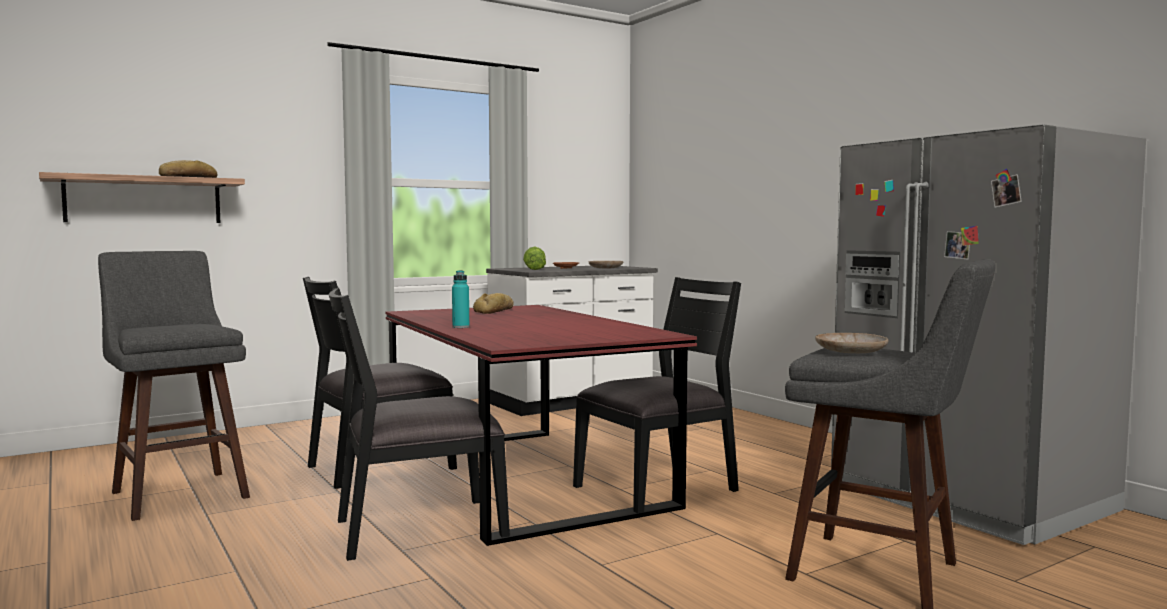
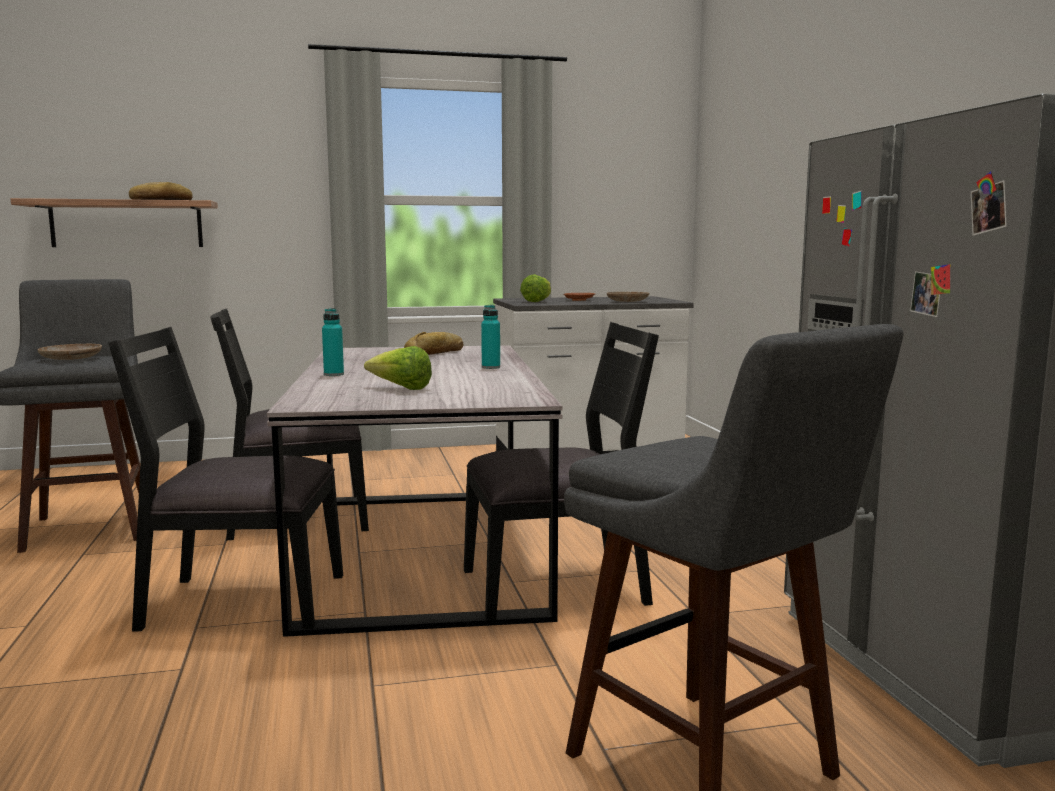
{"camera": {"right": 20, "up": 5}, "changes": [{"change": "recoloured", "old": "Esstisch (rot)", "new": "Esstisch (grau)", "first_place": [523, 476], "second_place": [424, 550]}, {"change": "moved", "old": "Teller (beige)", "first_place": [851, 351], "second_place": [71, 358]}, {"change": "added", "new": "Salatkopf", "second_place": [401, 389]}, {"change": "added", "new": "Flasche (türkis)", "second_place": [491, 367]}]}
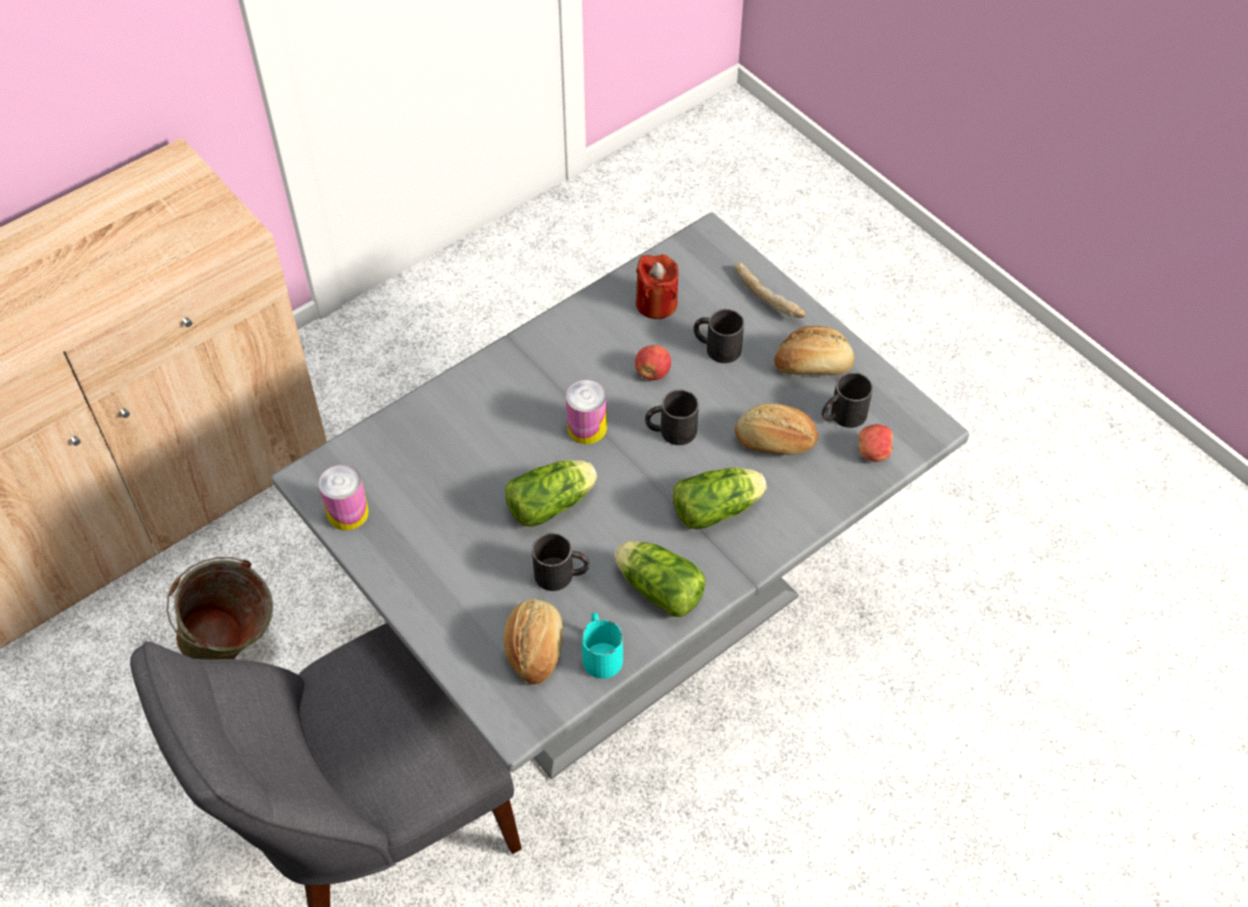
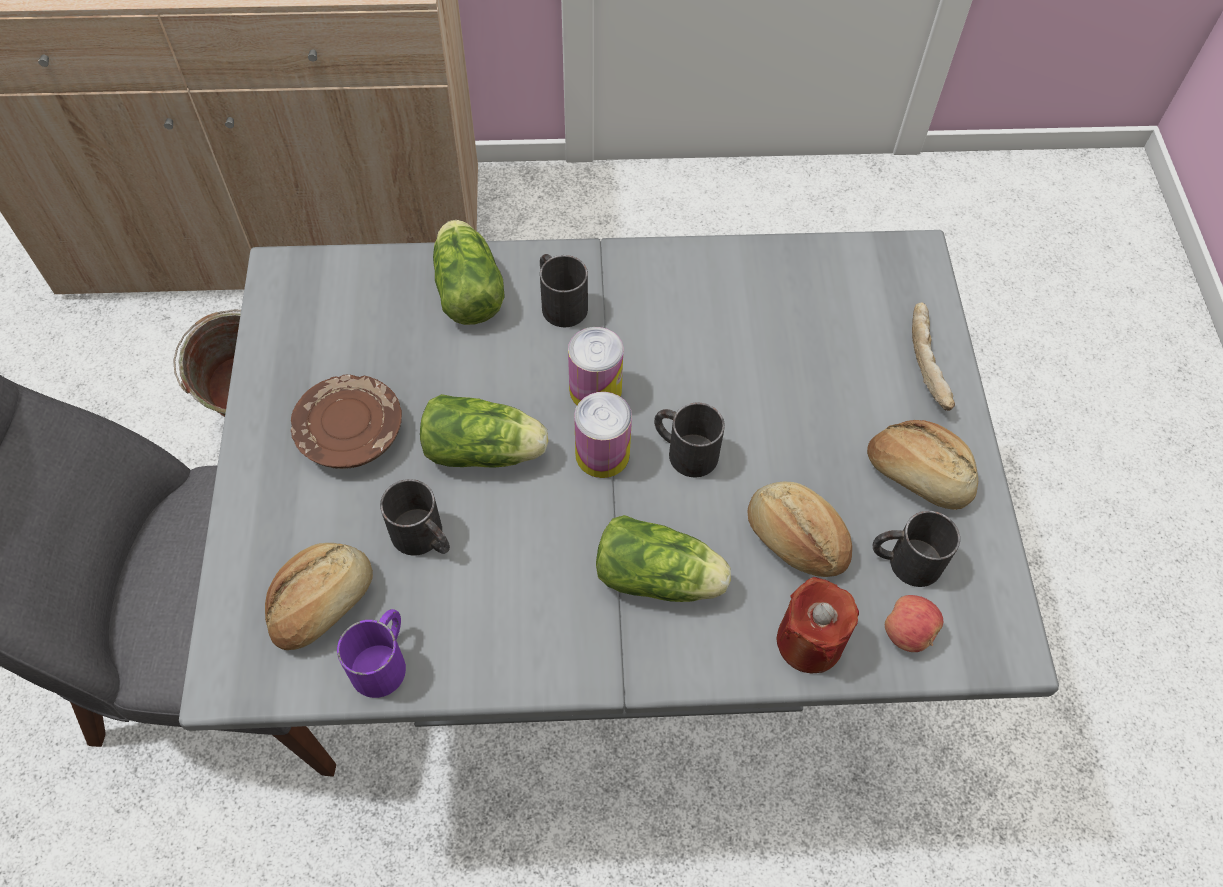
{"camera": {"right": 35, "up": 5}, "changes": [{"change": "moved", "old": "Dose", "first_place": [348, 513], "second_place": [602, 454]}, {"change": "recoloured", "old": "Henkelbecher (türkis)", "new": "Henkelbecher (lila)", "first_place": [600, 652], "second_place": [383, 659]}, {"change": "moved", "old": "Salatkopf", "first_place": [657, 587], "second_place": [467, 287]}, {"change": "removed", "old": "Apfel", "first_place": [652, 373]}, {"change": "moved", "old": "Kerze (rot)", "first_place": [656, 303], "second_place": [809, 641]}, {"change": "moved", "old": "Henkelbecher (schwarz)", "first_place": [716, 347], "second_place": [559, 301]}, {"change": "added", "new": "Teller (braun)", "second_place": [350, 432]}]}
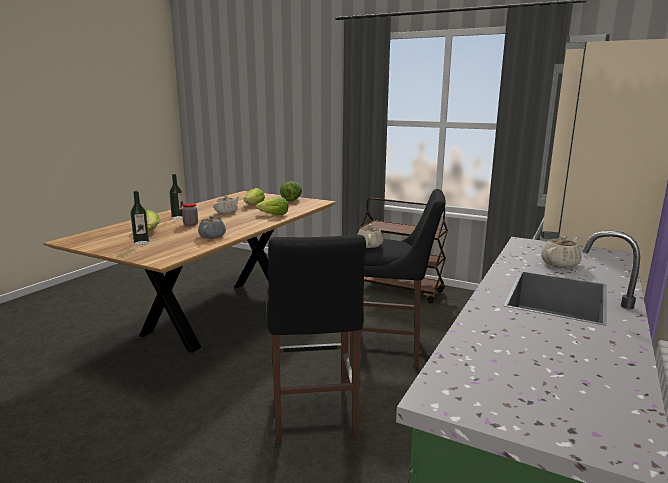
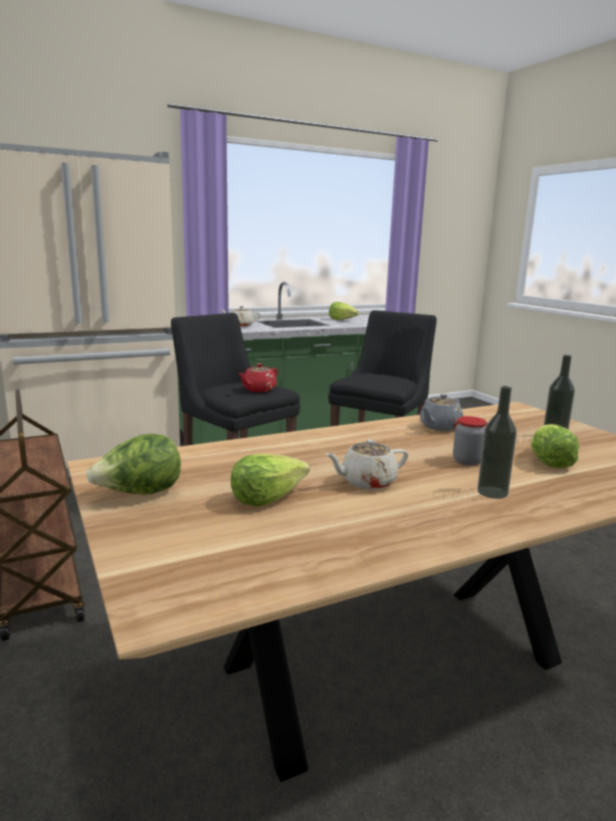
{"camera": {"right": -145, "up": 0}, "changes": [{"change": "moved", "old": "Salatkopf", "first_place": [274, 215], "second_place": [342, 320]}, {"change": "recoloured", "old": "Teekanne (beige)", "new": "Teekanne (rot)", "first_place": [369, 245], "second_place": [258, 389]}]}
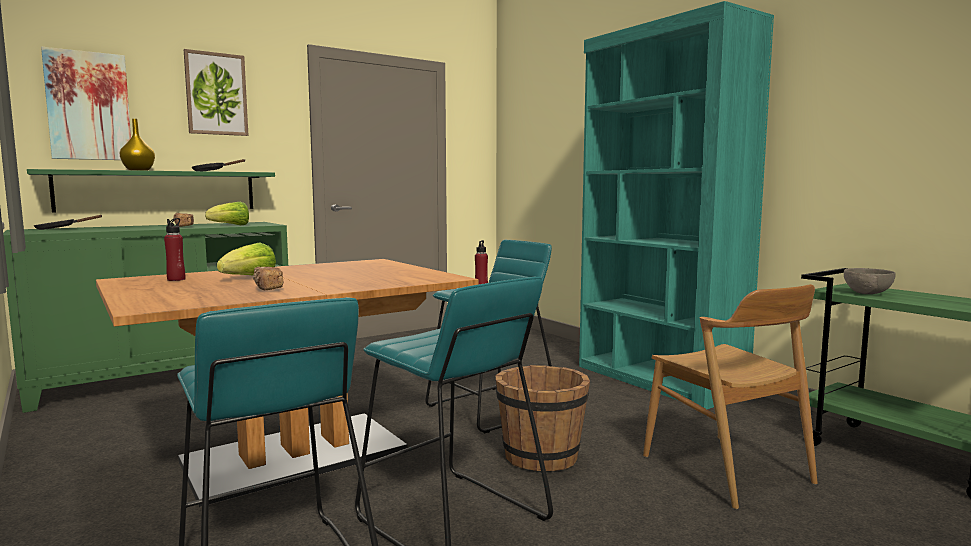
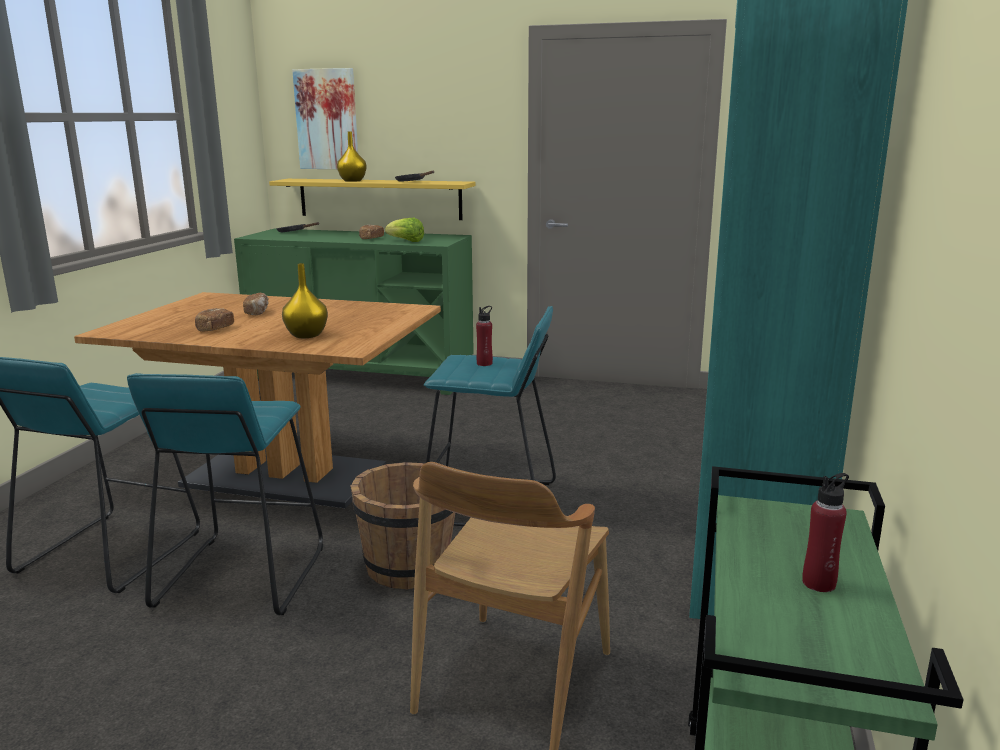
{"camera": {"right": 50, "up": 10}, "changes": [{"change": "recoloured", "old": "Wandregal (grün)", "new": "Wandregal (gelb)", "first_place": [159, 191], "second_place": [379, 199]}, {"change": "moved", "old": "Flasche (rot)", "first_place": [176, 279], "second_place": [819, 583]}, {"change": "removed", "old": "Bild", "first_place": [216, 94]}, {"change": "replaced", "old": "Salatkopf", "new": "Brot", "first_place": [250, 278], "second_place": [257, 312]}, {"change": "removed", "old": "Schüssel (grau)", "first_place": [866, 293]}, {"change": "added", "new": "Vase (gelb)", "second_place": [307, 335]}]}
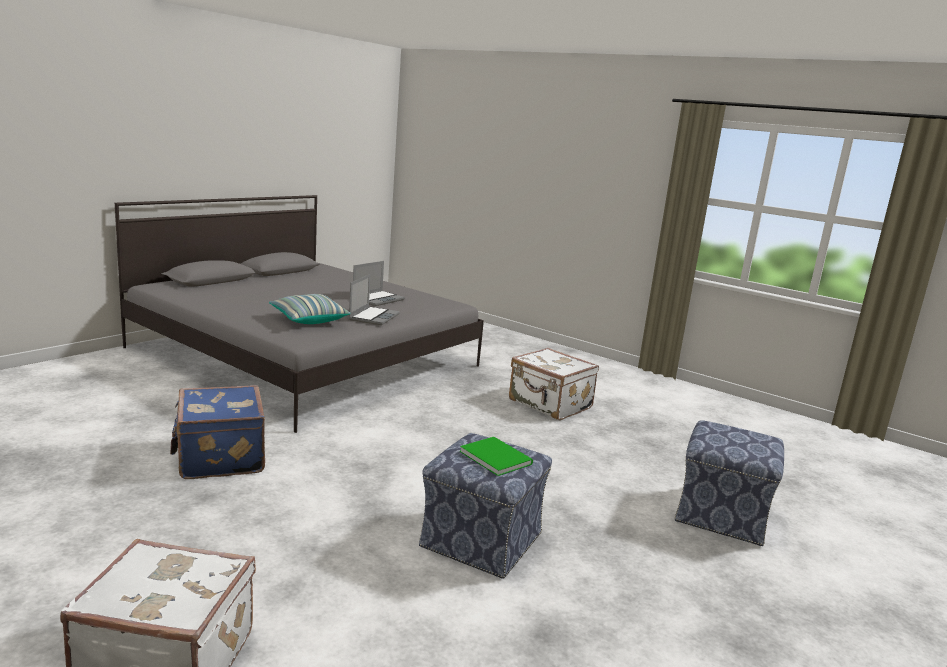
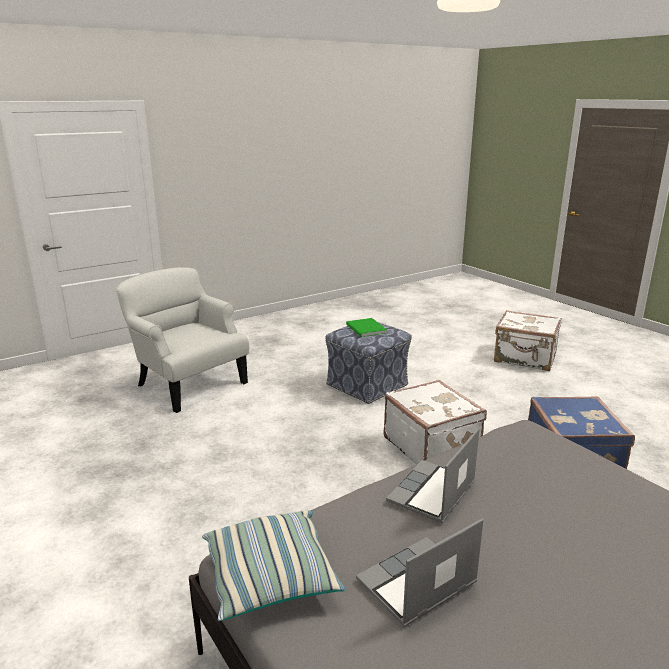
{"camera": {"right": -160, "up": 5}, "changes": [{"change": "moved", "old": "Kissen", "first_place": [308, 319], "second_place": [271, 578]}, {"change": "moved", "old": "Koffer (weiß)", "first_place": [549, 404], "second_place": [432, 447]}, {"change": "replaced", "old": "Polsterhocker", "new": "Sessel (weiß)", "first_place": [721, 515], "second_place": [188, 384]}]}
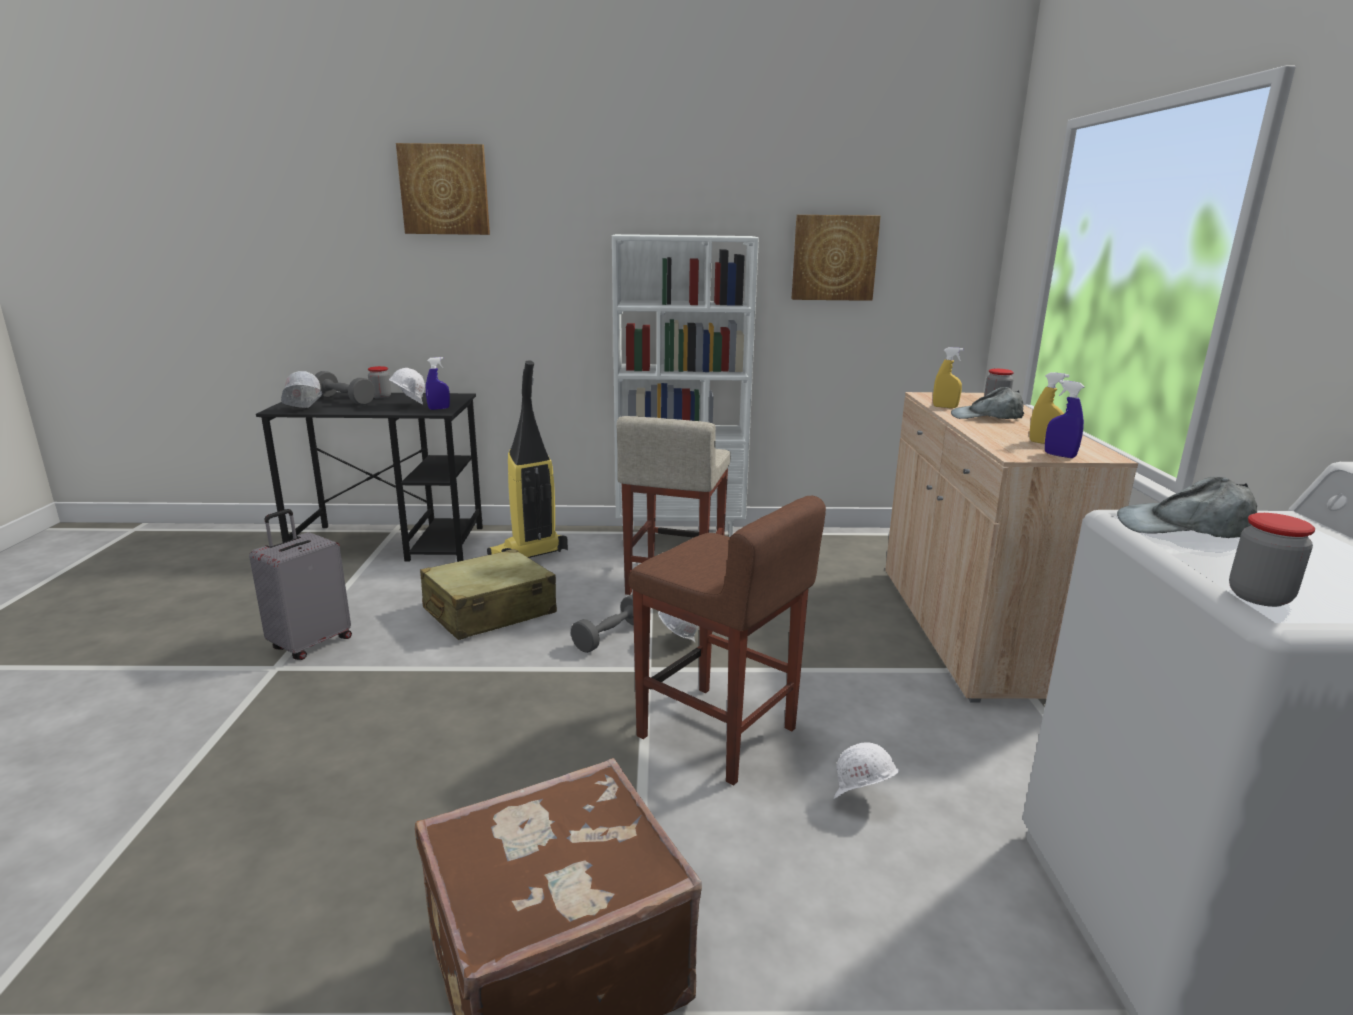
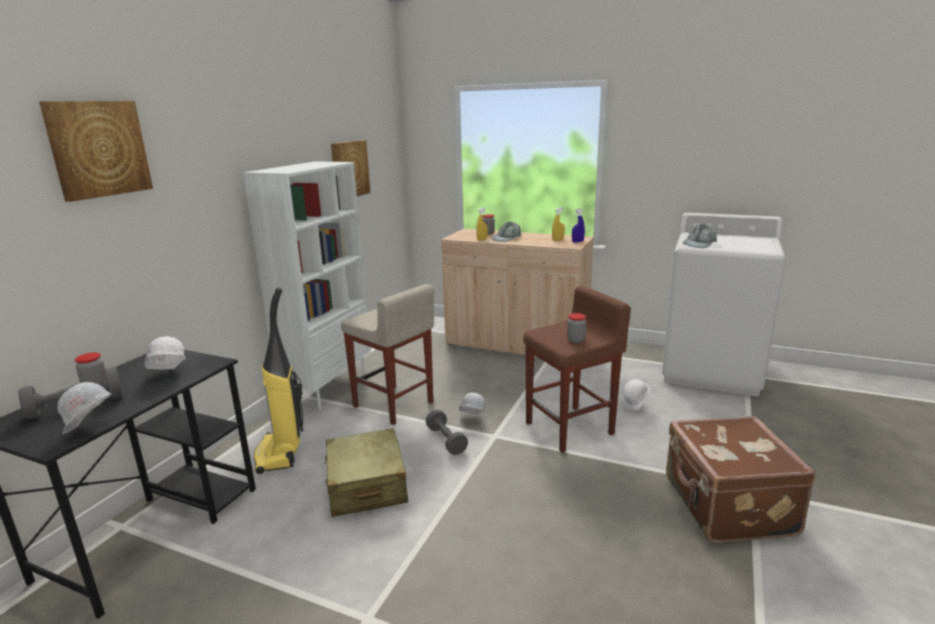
{"camera": {"right": -65, "up": 0}, "changes": [{"change": "removed", "old": "Koffer (grau)", "first_place": [310, 643]}, {"change": "removed", "old": "Sprühflasche (blau)", "first_place": [439, 409]}, {"change": "moved", "old": "Vorratsglas", "first_place": [1259, 597], "second_place": [576, 340]}]}
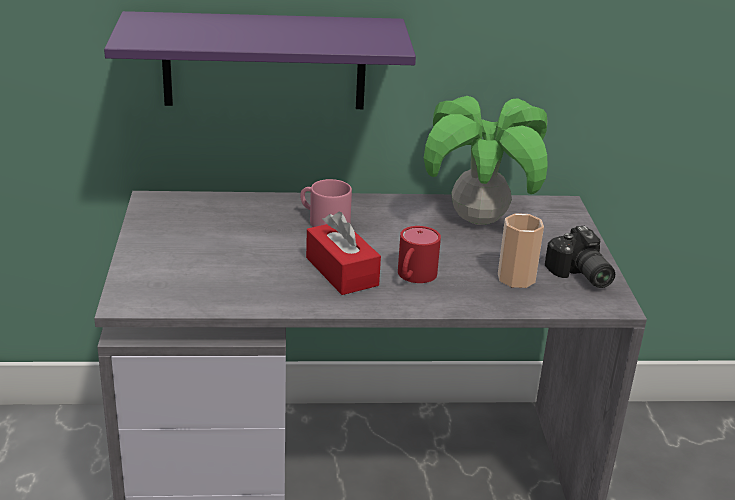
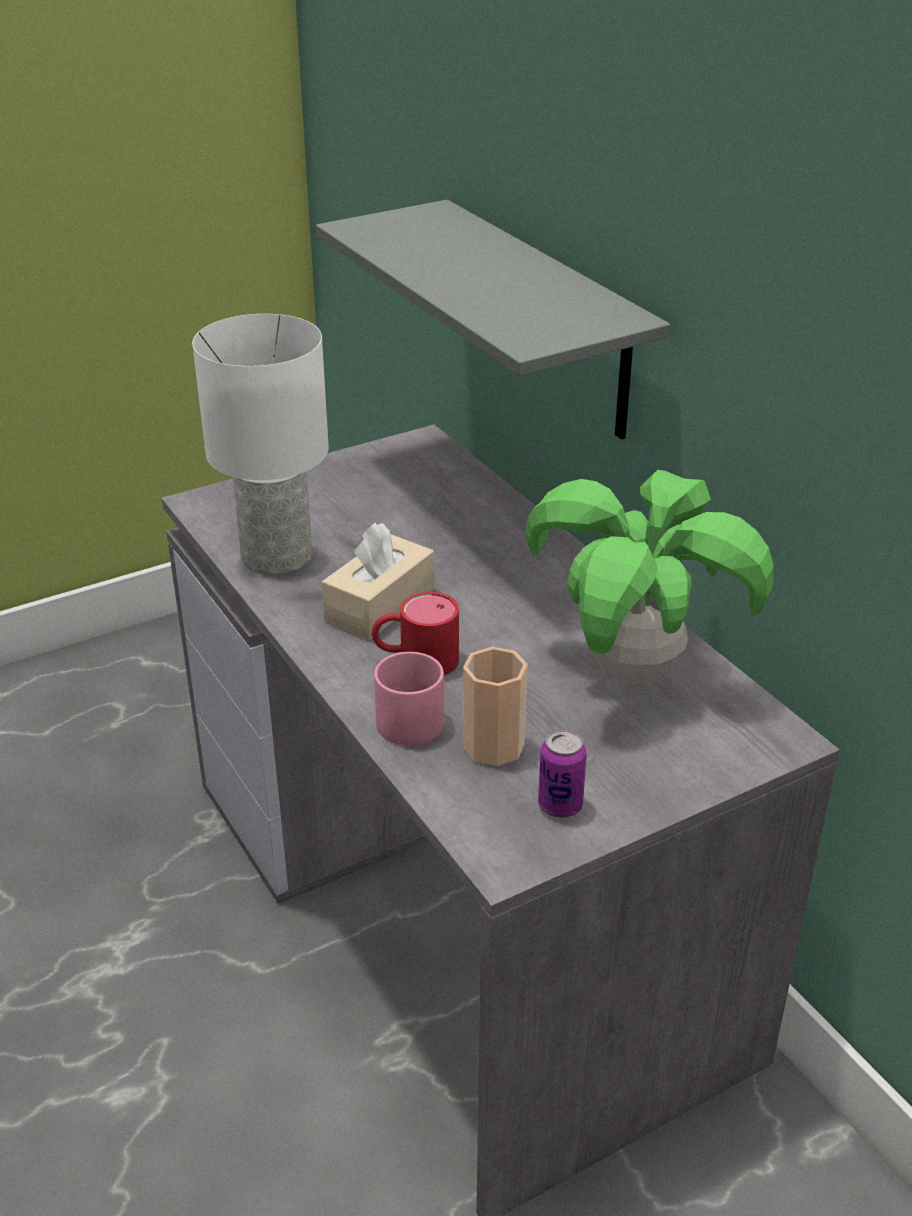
{"camera": {"right": 65, "up": 5}, "changes": [{"change": "recoloured", "old": "Wandregal (lila)", "new": "Wandregal (grau)", "first_place": [264, 61], "second_place": [545, 320]}, {"change": "moved", "old": "Henkelbecher (rosa)", "first_place": [323, 221], "second_place": [410, 716]}, {"change": "recoloured", "old": "Taschentuchbox (rot)", "new": "Taschentuchbox (beige)", "first_place": [341, 271], "second_place": [380, 605]}, {"change": "replaced", "old": "Kamera", "new": "Dose", "first_place": [579, 275], "second_place": [560, 805]}, {"change": "added", "new": "Tischlampe (weiß)", "second_place": [276, 556]}]}
